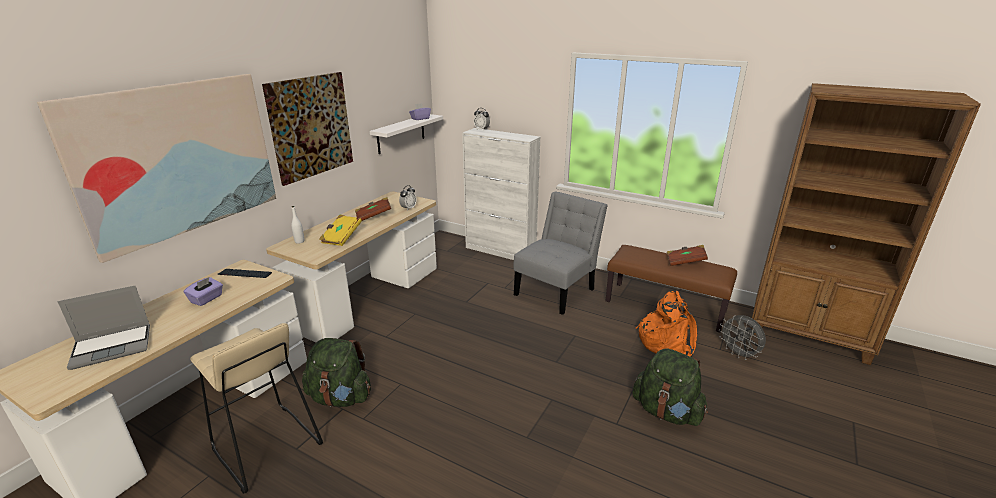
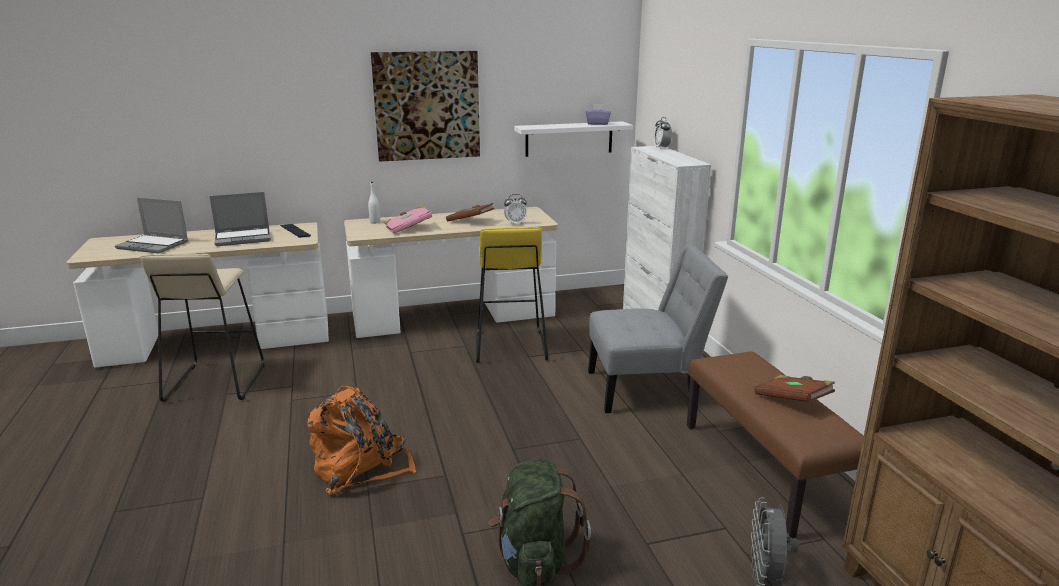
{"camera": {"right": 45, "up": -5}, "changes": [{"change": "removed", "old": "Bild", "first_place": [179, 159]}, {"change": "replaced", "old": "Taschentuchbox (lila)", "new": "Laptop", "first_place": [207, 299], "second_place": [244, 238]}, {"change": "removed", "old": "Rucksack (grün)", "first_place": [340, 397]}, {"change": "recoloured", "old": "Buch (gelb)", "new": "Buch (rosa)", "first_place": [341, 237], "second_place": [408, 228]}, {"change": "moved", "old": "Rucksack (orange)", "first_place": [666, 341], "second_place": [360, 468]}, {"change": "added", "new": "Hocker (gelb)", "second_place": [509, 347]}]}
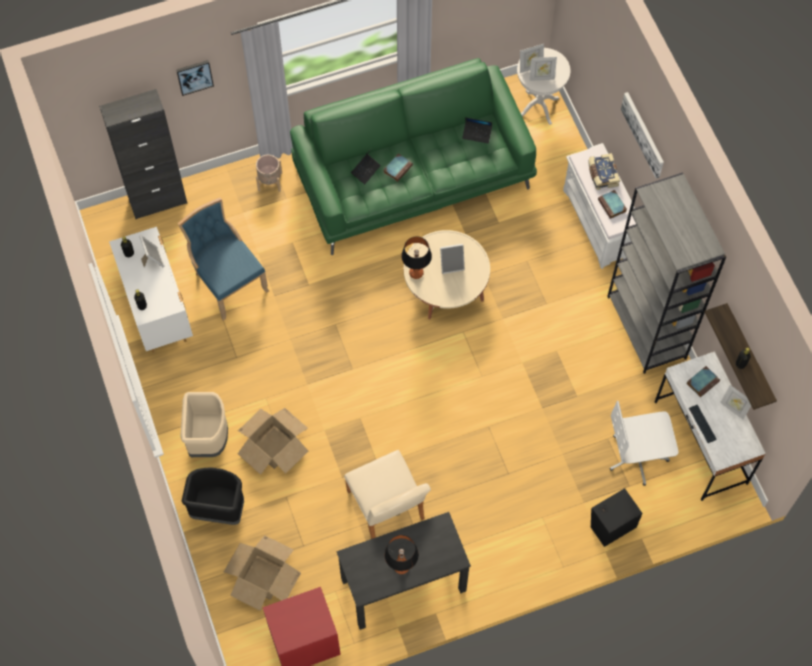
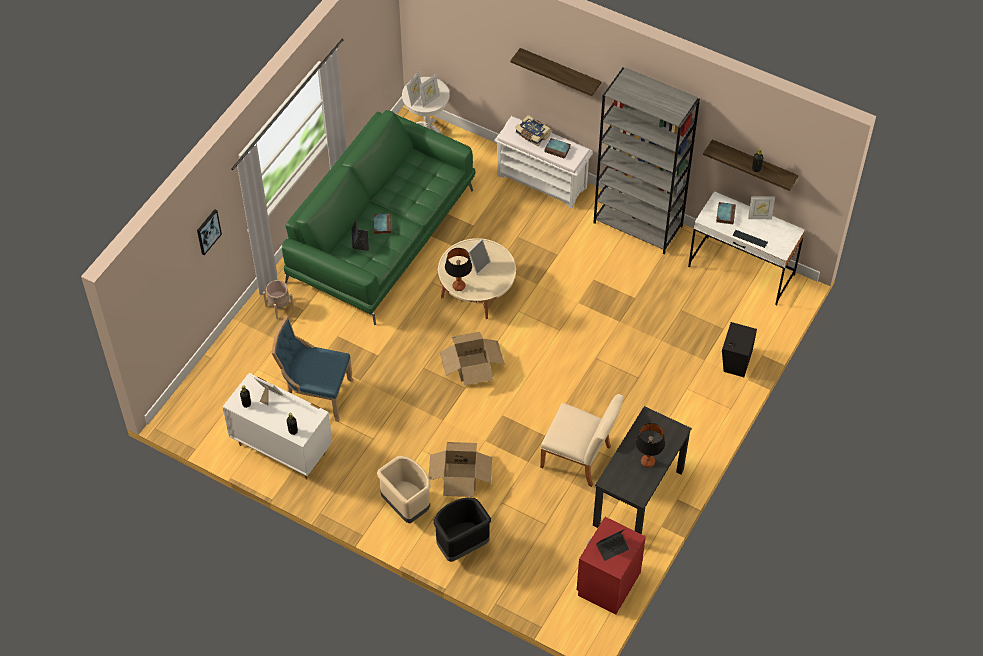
{"camera": {"right": -40, "up": -10}, "changes": [{"change": "removed", "old": "Schrank (schwarz)", "first_place": [158, 201]}, {"change": "moved", "old": "Karton", "first_place": [263, 577], "second_place": [472, 366]}, {"change": "moved", "old": "Laptop", "first_place": [477, 134], "second_place": [612, 548]}, {"change": "removed", "old": "Bürostuhl (weiß)", "first_place": [637, 456]}, {"change": "replaced", "old": "Bild", "new": "Wandregal", "first_place": [643, 134], "second_place": [560, 72]}]}
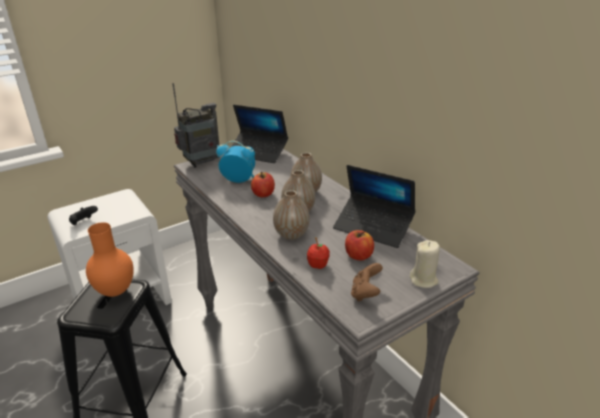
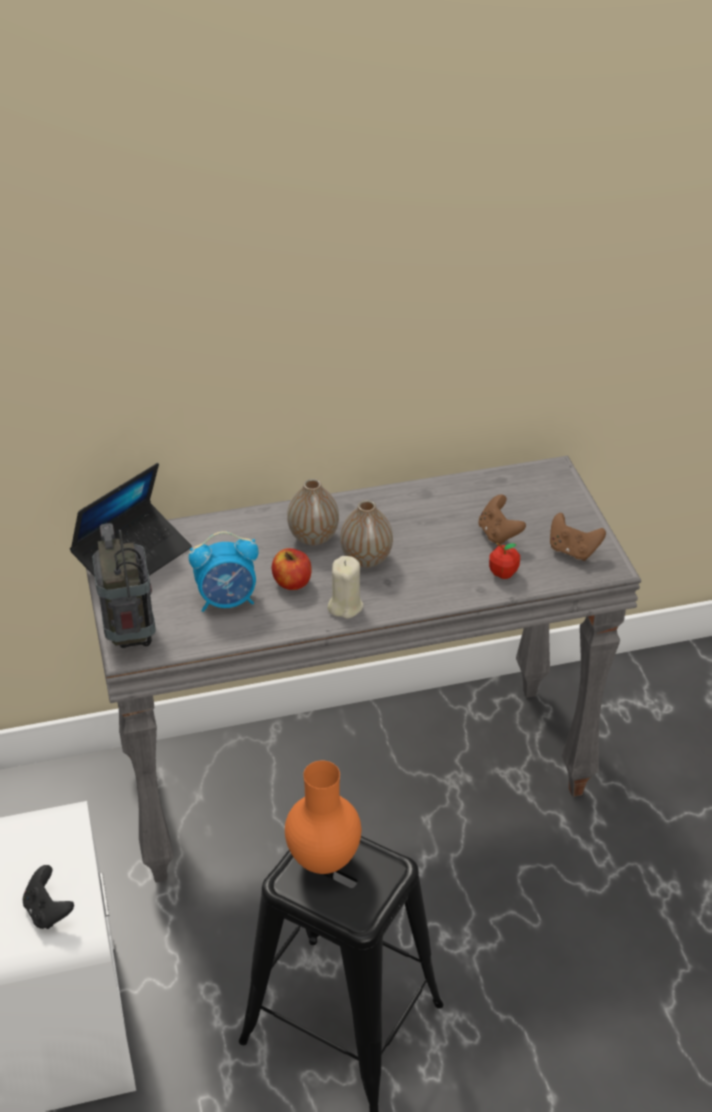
{"camera": {"right": -70, "up": 10}, "changes": [{"change": "turned", "old": "Wecker", "first_place": [238, 180], "second_place": [227, 601], "degrees": -135}, {"change": "removed", "old": "Vase", "first_place": [291, 234]}, {"change": "removed", "old": "Laptop", "first_place": [373, 227]}, {"change": "replaced", "old": "Apfel", "new": "Gamepad (braun)", "first_place": [358, 255], "second_place": [498, 534]}, {"change": "moved", "old": "Kerze (beige)", "first_place": [423, 280], "second_place": [345, 606]}]}
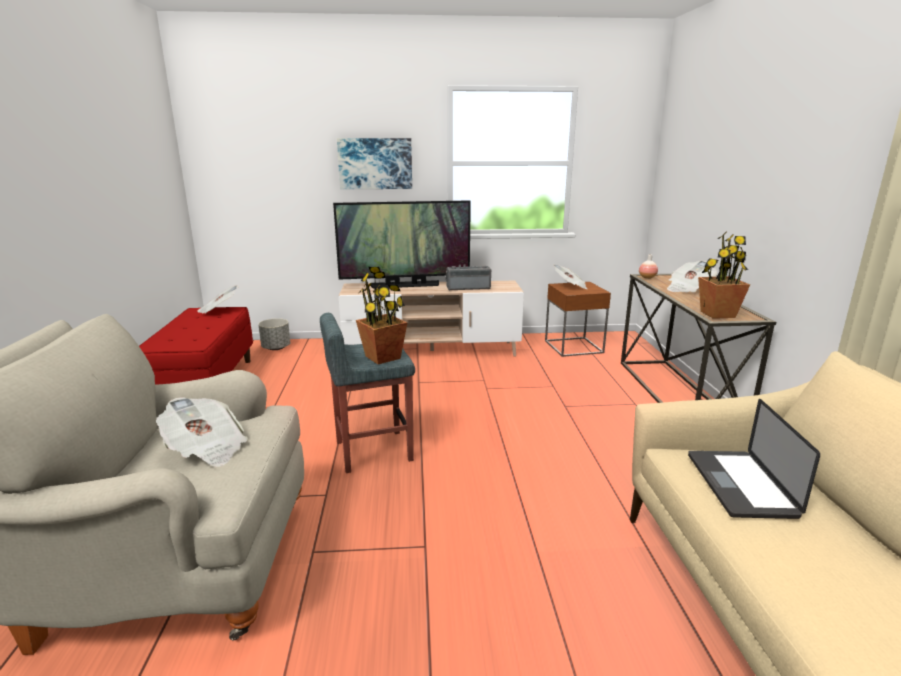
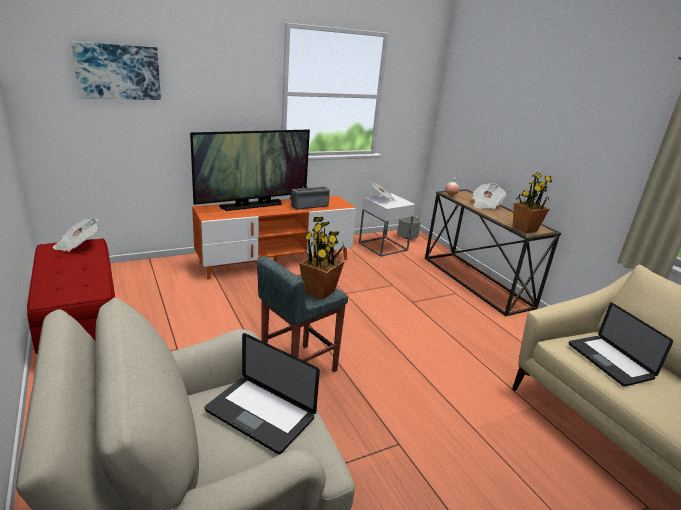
{"camera": {"right": -25, "up": 5}, "changes": [{"change": "replaced", "old": "Zeitung", "new": "Laptop", "first_place": [206, 449], "second_place": [260, 414]}, {"change": "moved", "old": "Pflanzkübel (grau)", "first_place": [276, 348], "second_place": [407, 237]}, {"change": "moved", "old": "Bild", "first_place": [375, 163], "second_place": [118, 71]}, {"change": "recoloured", "old": "Fernsehschrank (beige)", "new": "Fernsehschrank (orange)", "first_place": [432, 351], "second_place": [275, 261]}, {"change": "recoloured", "old": "Beistelltisch (braun)", "new": "Beistelltisch (weiß)", "first_place": [573, 347], "second_place": [383, 246]}]}
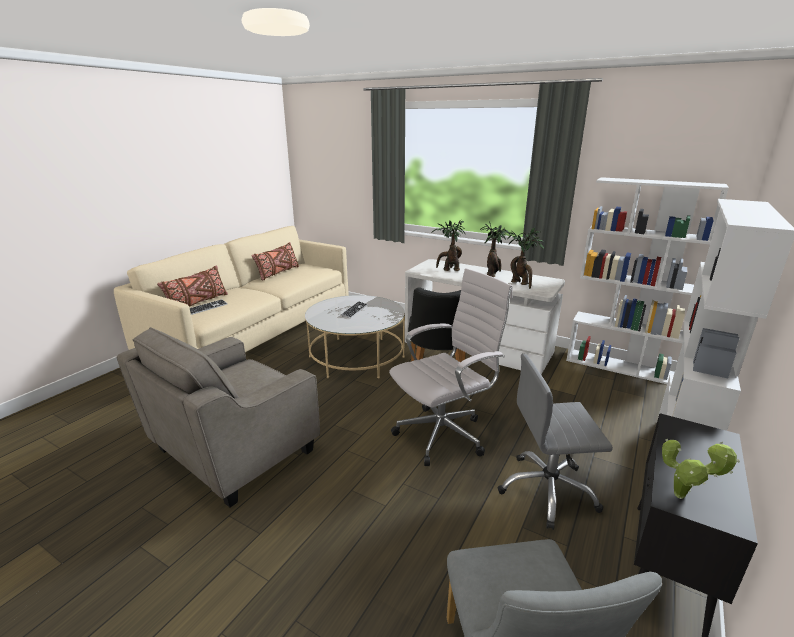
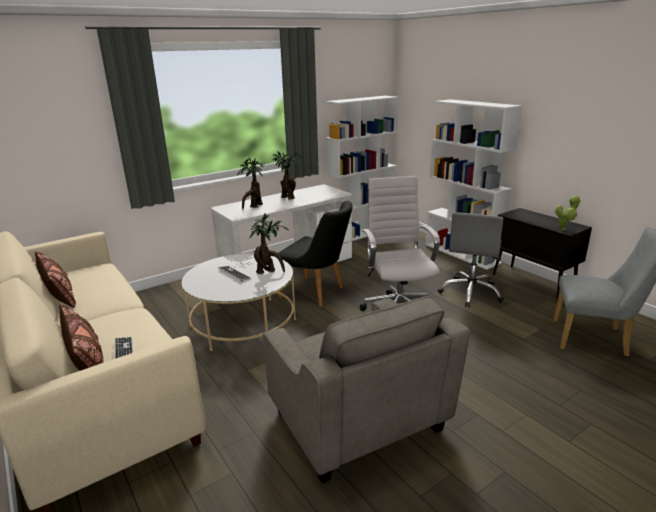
{"camera": {"right": -65, "up": 0}, "changes": [{"change": "moved", "old": "Topfpflanze", "first_place": [521, 284], "second_place": [268, 272]}]}
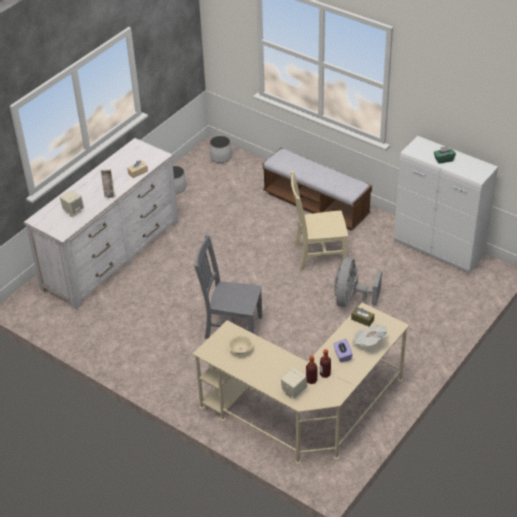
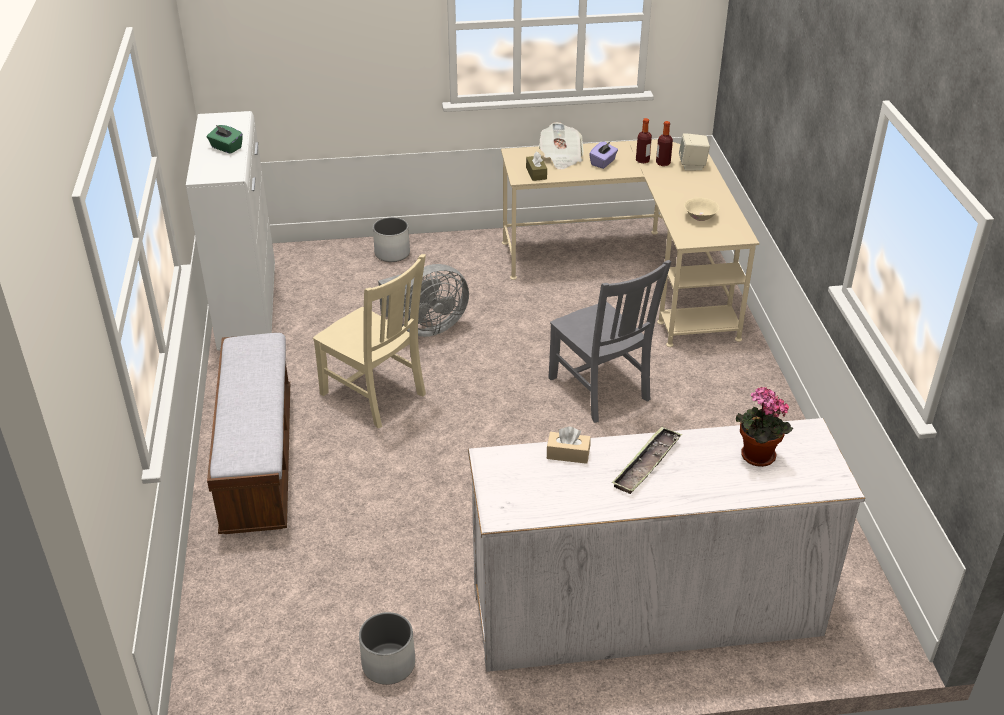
{"camera": {"right": -135, "up": -5}, "changes": [{"change": "replaced", "old": "Lautsprecher (beige)", "new": "Topfpflanze", "first_place": [73, 211], "second_place": [755, 457]}, {"change": "moved", "old": "Pflanzkübel (weiß)", "first_place": [221, 157], "second_place": [392, 253]}]}
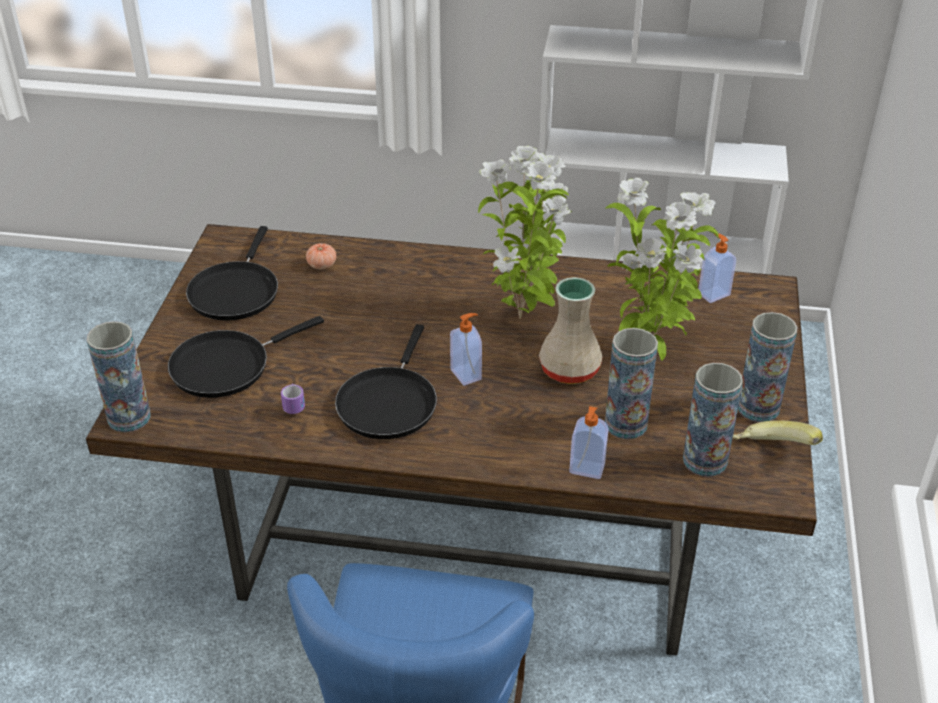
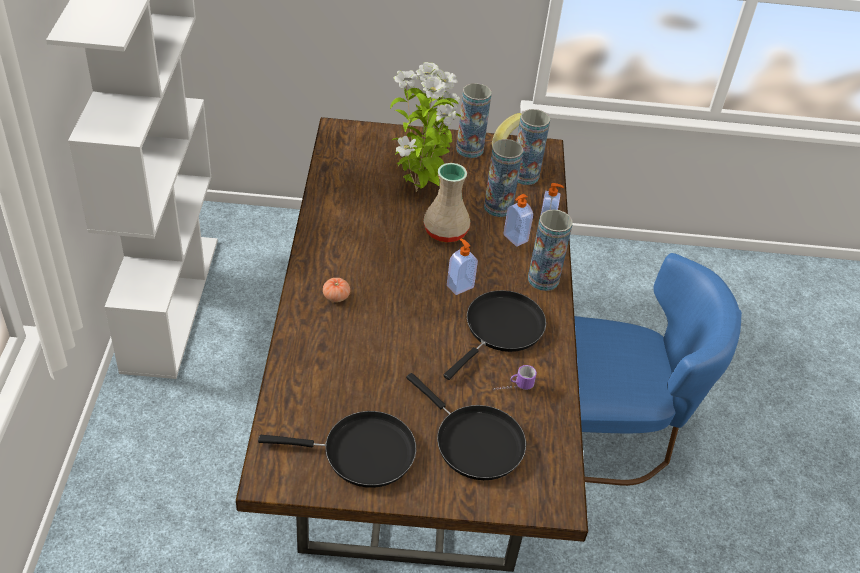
{"camera": {"right": -100, "up": 5}, "changes": [{"change": "moved", "old": "Vase", "first_place": [129, 417], "second_place": [543, 279]}, {"change": "moved", "old": "Tomate", "first_place": [322, 265], "second_place": [336, 296]}, {"change": "turned", "old": "Pfanne (schwarz)", "first_place": [388, 403], "second_place": [501, 329], "degrees": -60}, {"change": "removed", "old": "Topfpflanze", "first_place": [522, 317]}, {"change": "moved", "old": "Seifenspender", "first_place": [713, 294], "second_place": [514, 238]}]}
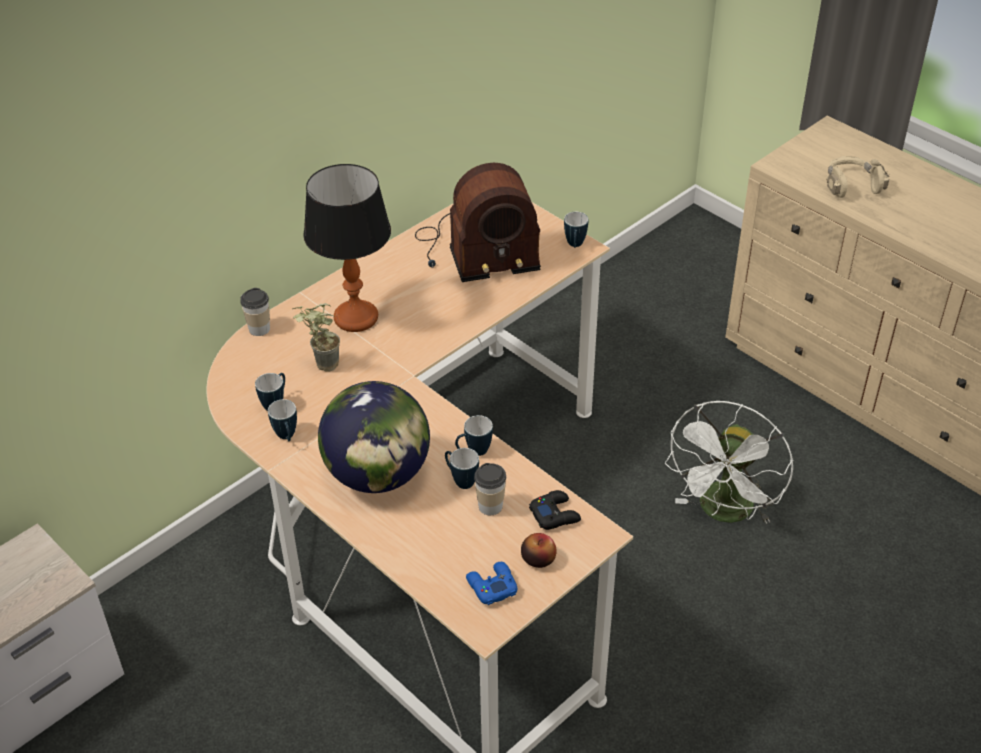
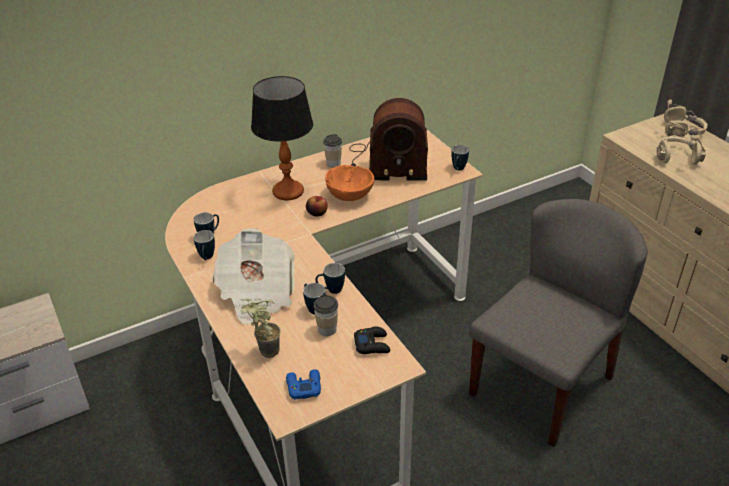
{"camera": {"right": 15, "up": -5}, "changes": [{"change": "moved", "old": "Tasse", "first_place": [259, 329], "second_place": [333, 163]}, {"change": "moved", "old": "Topfpflanze", "first_place": [321, 366], "second_place": [263, 352]}, {"change": "replaced", "old": "Globus", "new": "Zeitung", "first_place": [378, 475], "second_place": [256, 293]}, {"change": "moved", "old": "Apfel", "first_place": [538, 559], "second_place": [317, 212]}, {"change": "replaced", "old": "Ventilator (weiß)", "new": "Stuhl (grau)", "first_place": [724, 513], "second_place": [541, 384]}, {"change": "added", "new": "Schüssel (orange)", "second_place": [349, 196]}, {"change": "added", "new": "Kopfhörer (beige)", "second_place": [682, 132]}]}
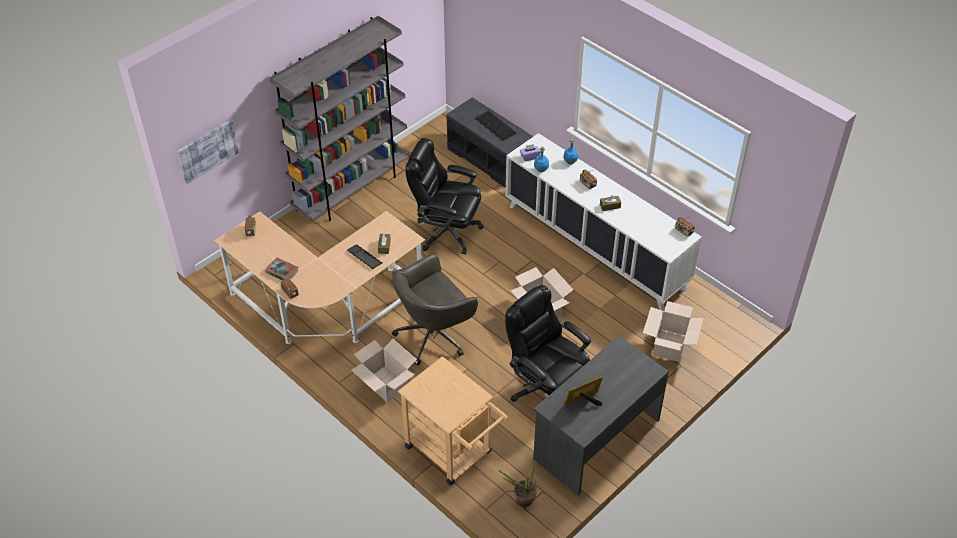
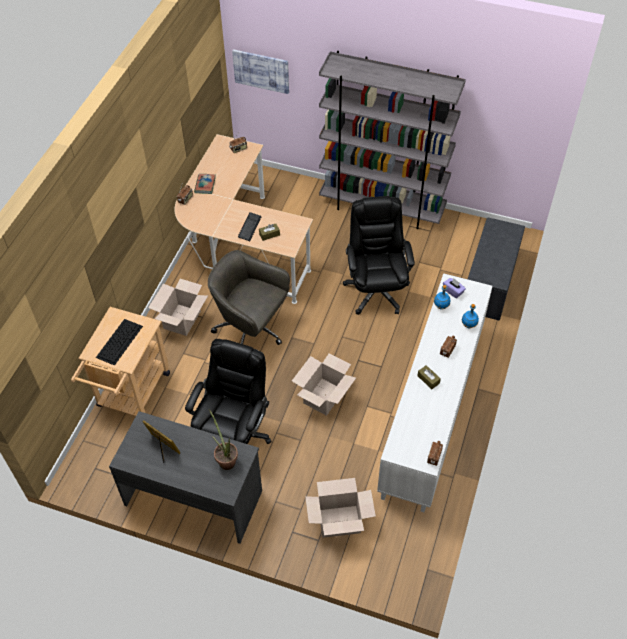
{"camera": {"right": 65, "up": 5}, "changes": [{"change": "moved", "old": "Tastatur", "first_place": [495, 125], "second_place": [119, 341]}, {"change": "moved", "old": "Topfpflanze", "first_place": [520, 500], "second_place": [225, 459]}]}
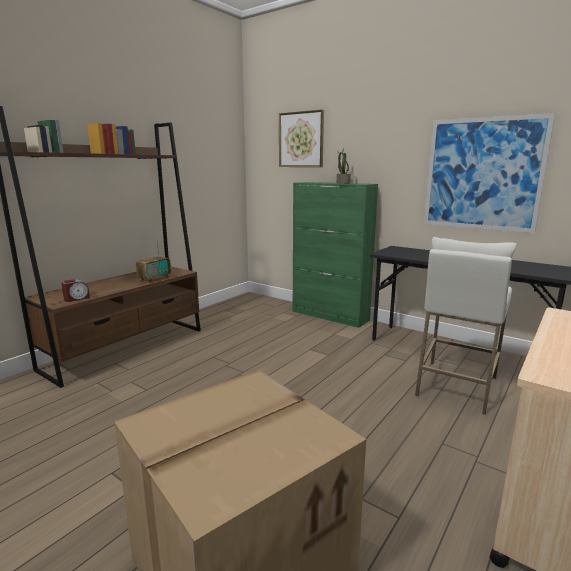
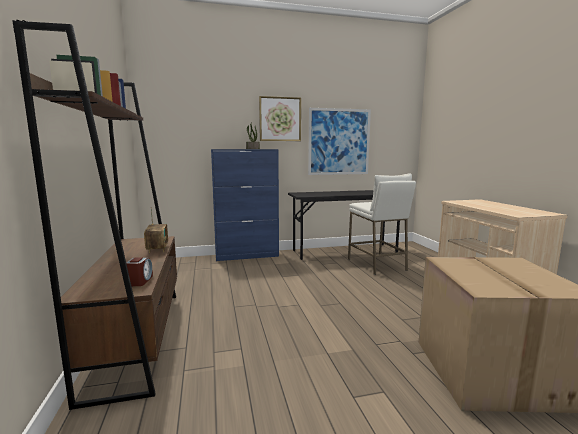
{"camera": {"right": -50, "up": -5}, "changes": [{"change": "moved", "old": "Bild", "first_place": [301, 139], "second_place": [280, 119]}, {"change": "recoloured", "old": "Schrank (grün)", "new": "Schrank (blau)", "first_place": [330, 315], "second_place": [247, 255]}]}
